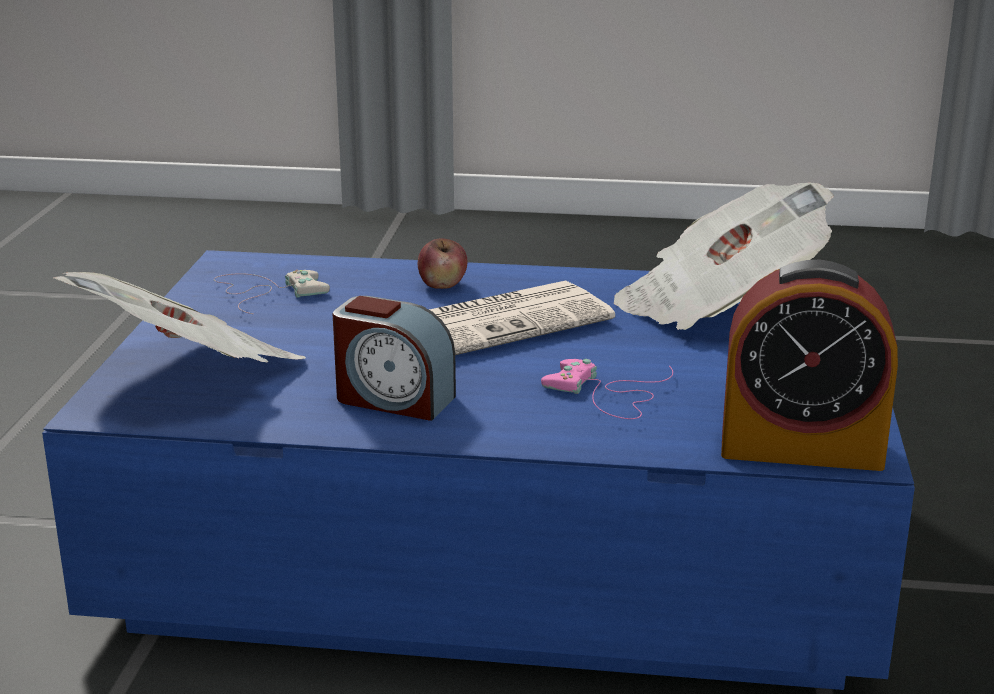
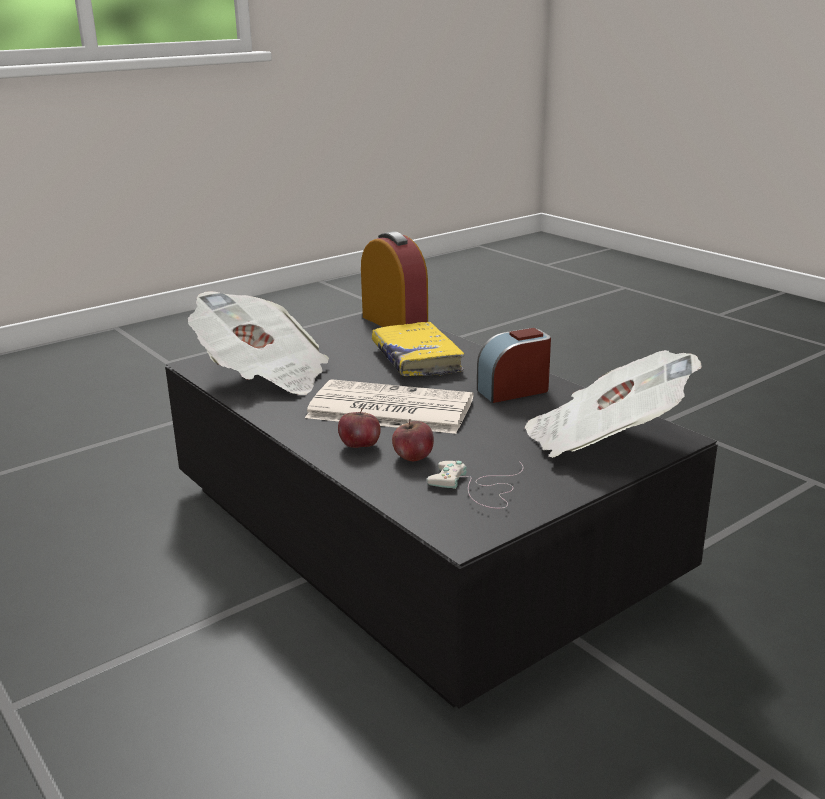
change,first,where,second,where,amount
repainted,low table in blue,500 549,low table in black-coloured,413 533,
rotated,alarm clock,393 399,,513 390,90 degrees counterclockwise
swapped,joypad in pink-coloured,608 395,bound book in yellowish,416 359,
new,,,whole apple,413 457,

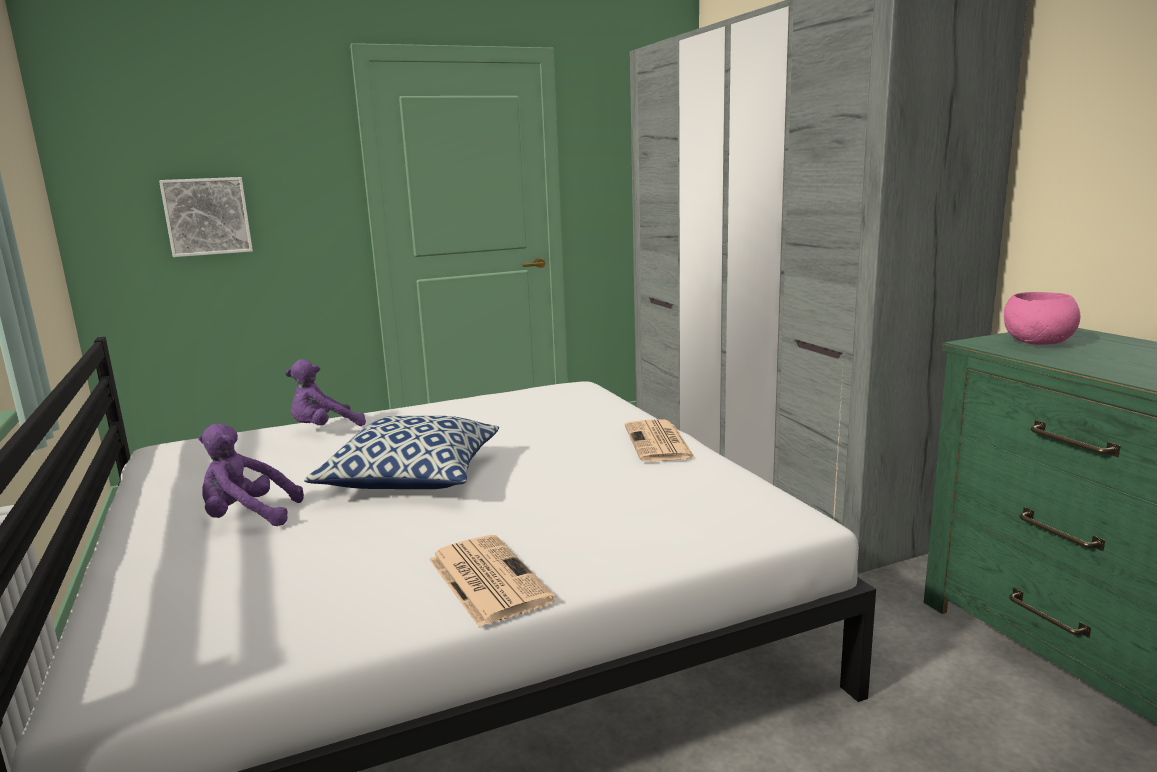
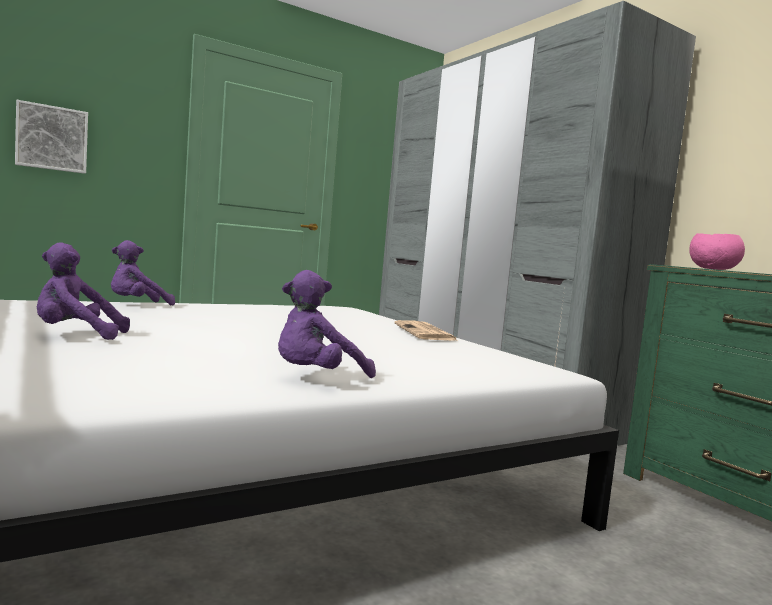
change,first,where,second,where,amount
gone,pillow,412 478,,,
swapped,newspaper,486 579,soft toy in purplish,316 378,

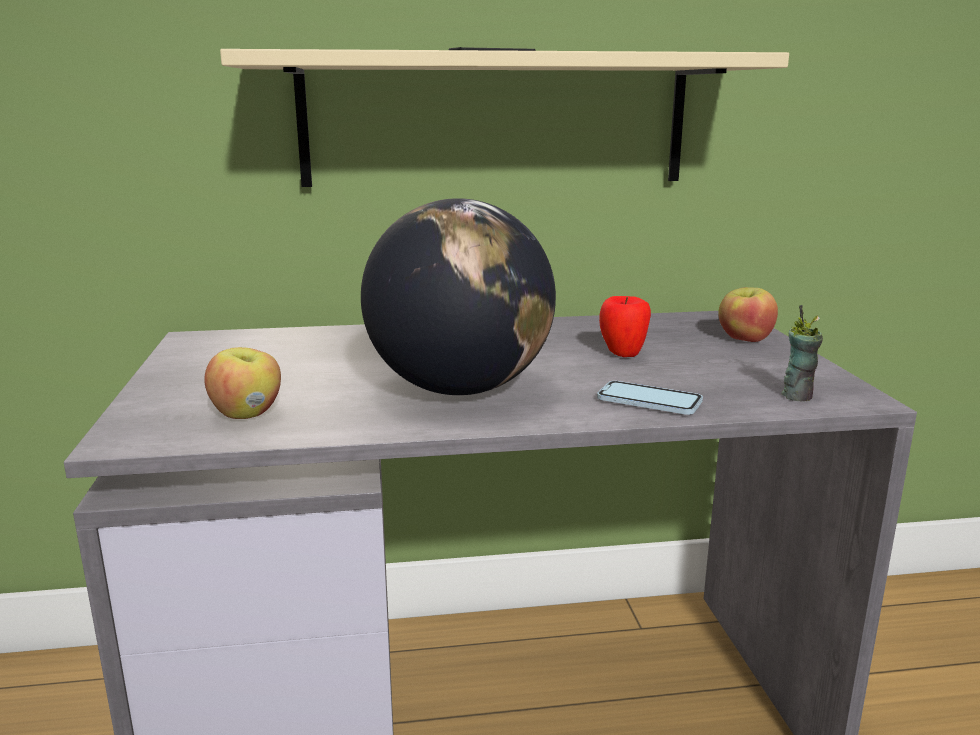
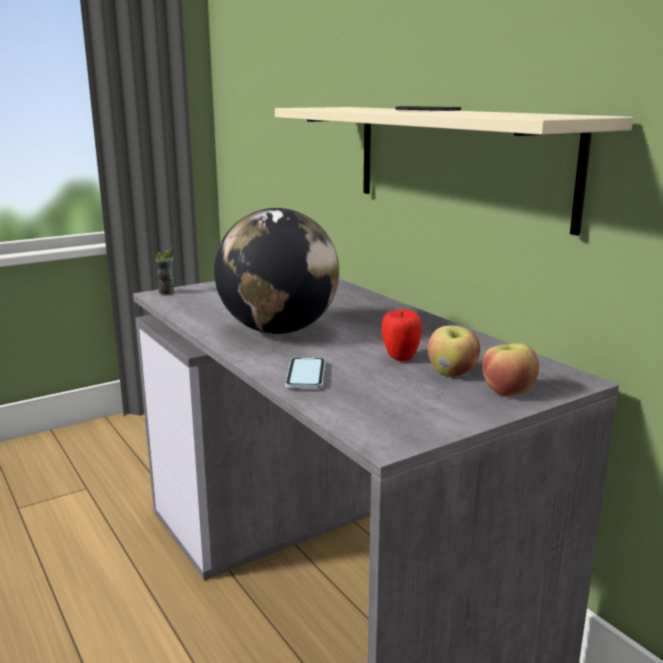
change,first,where,second,where,amount
shifted,whole apple,247 413,,452 373,
shifted,drinking cup,797 396,,167 292,

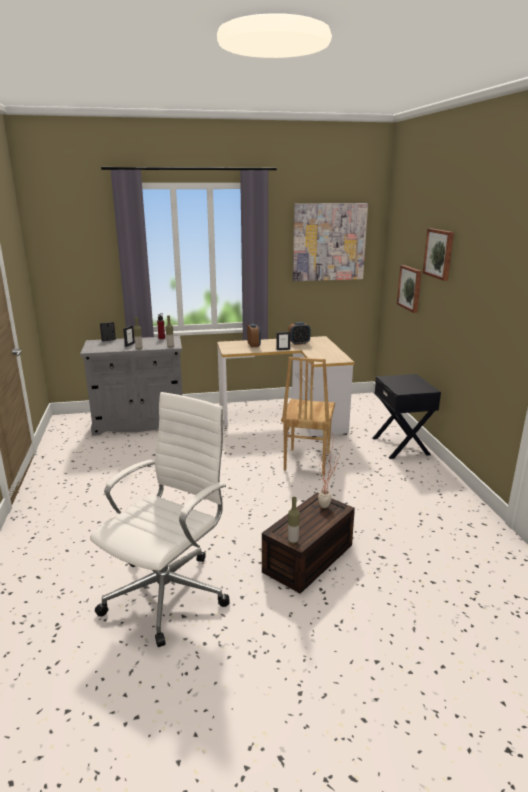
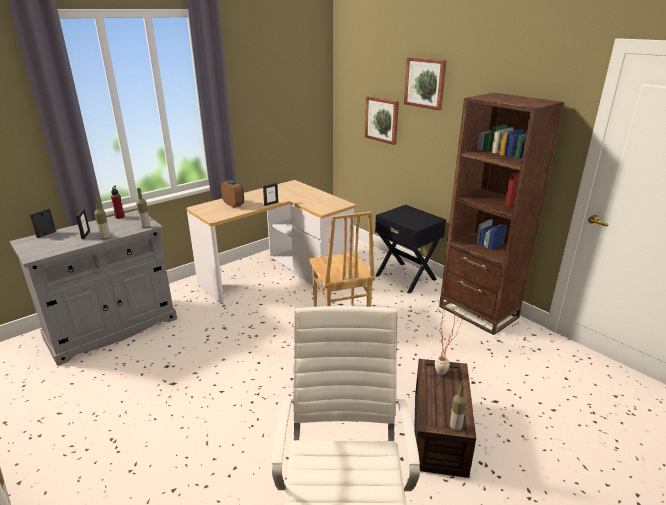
change,first,where,second,where,amount
gone,alarm clock,299 343,,,
gone,picture,329 242,,,
new,,,shelving unit in brown,478 312,

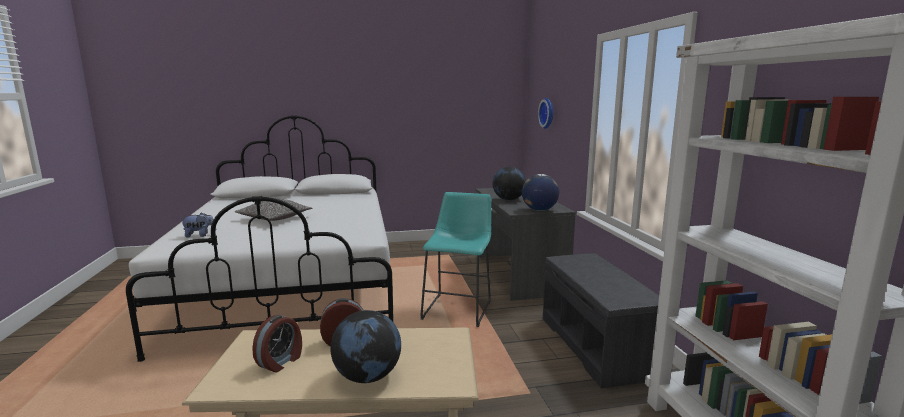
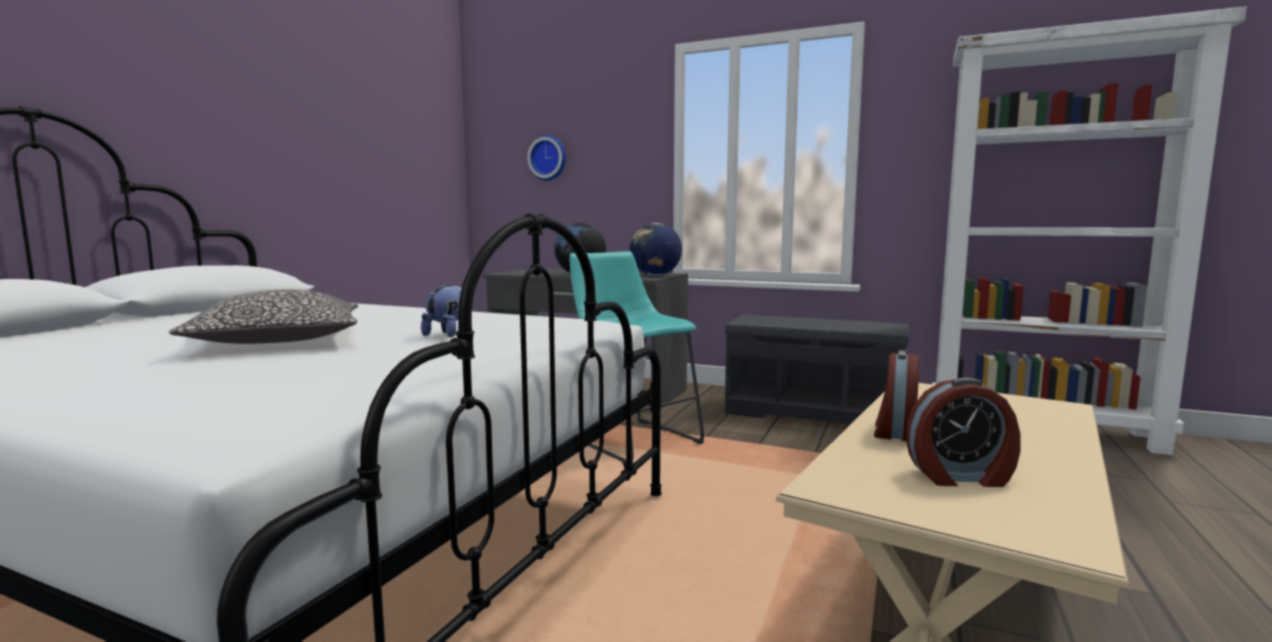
change,first,where,second,where,amount
shifted,soft toy,200 235,,451 334,
rotated,alarm clock,281 362,,960 477,120 degrees clockwise
gone,world globe,368 377,,,

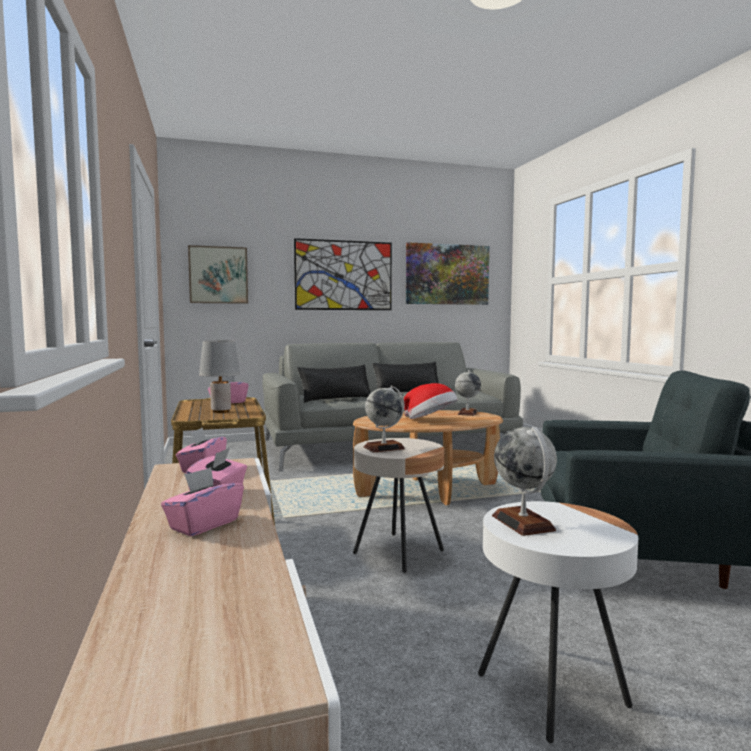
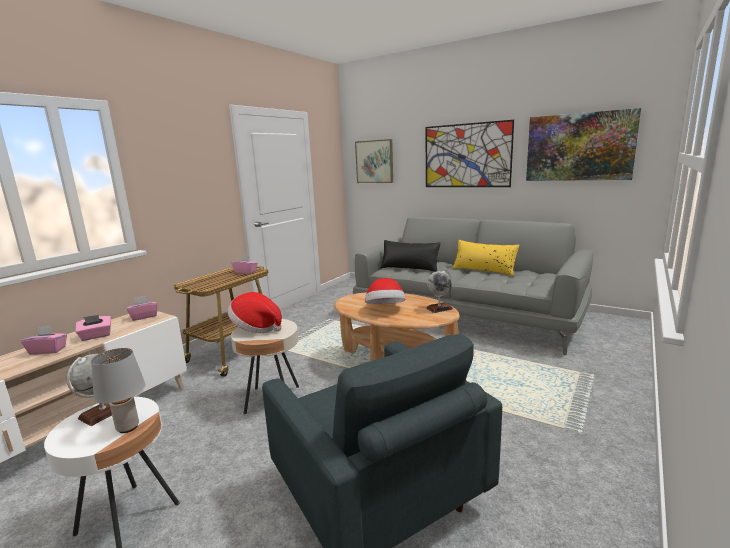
change,first,where,second,where,amount
shifted,tabletop lamp in grey,220 411,,127 427,
swapped,world globe,384 448,wearable hat,256 328,
repainted,pillow in black-coloured,407 392,pillow in yellowish,484 270,

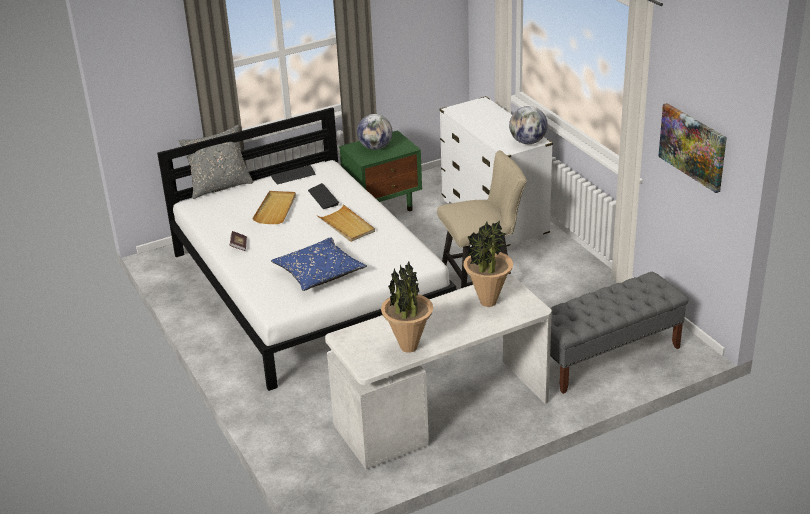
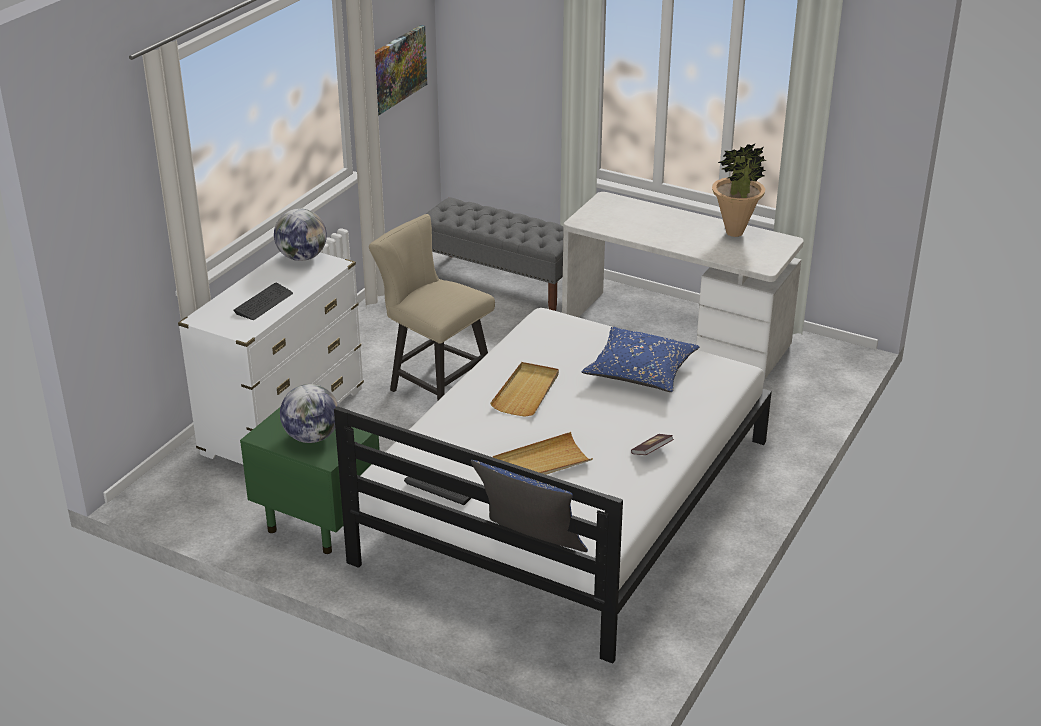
change,first,where,second,where,amount
repainted,pillow in grey,219 187,pillow in blue,529 546,
shifted,computer keyboard,323 197,,264 303,
gone,plant in a pot,488 302,,,

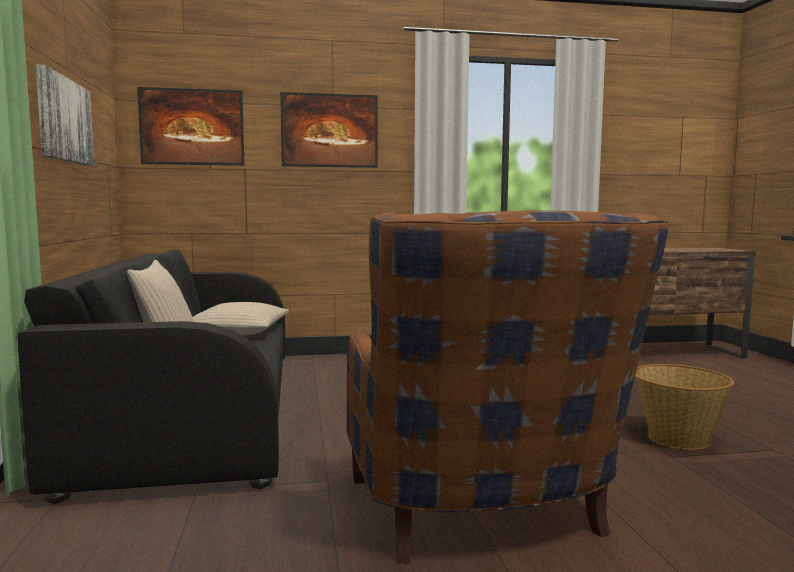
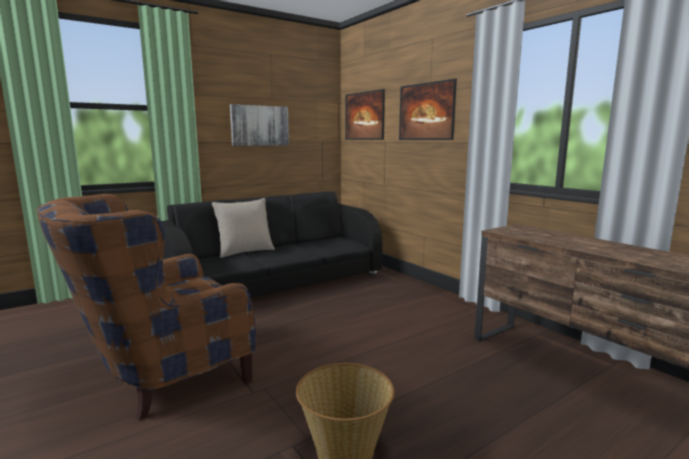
change,first,where,second,where,amount
gone,pillow in beige,237 332,,,

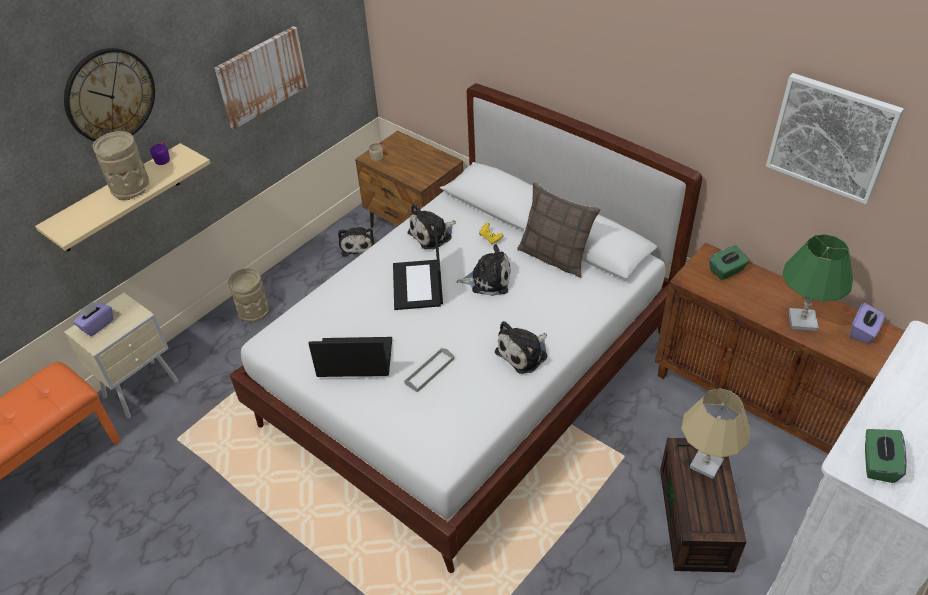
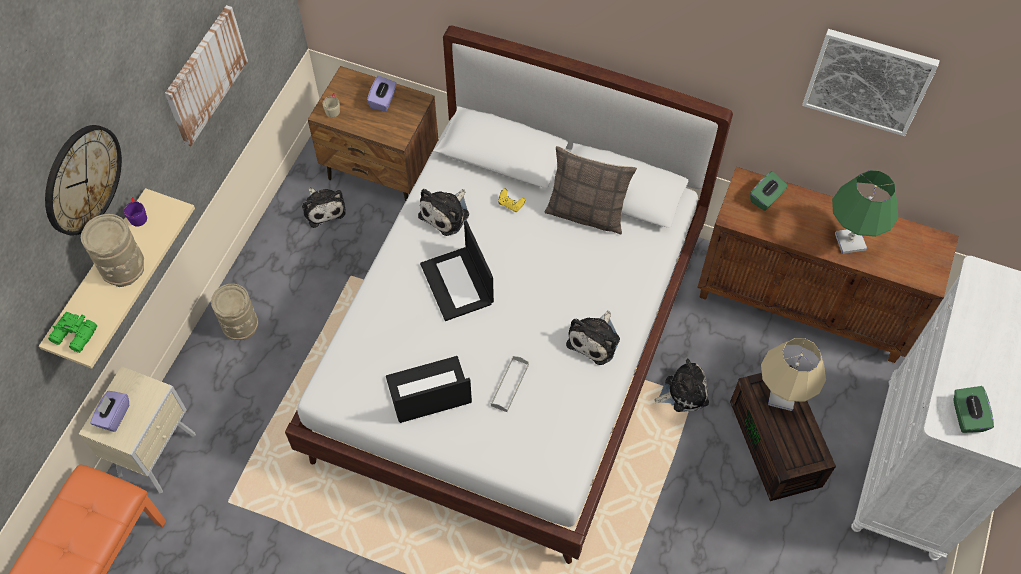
change,first,where,second,where,amount
shifted,soft toy,488 280,,683 392,
shifted,tissue holder in purplish,863 331,,383 101,
new,,,field glasses in green,75 336,

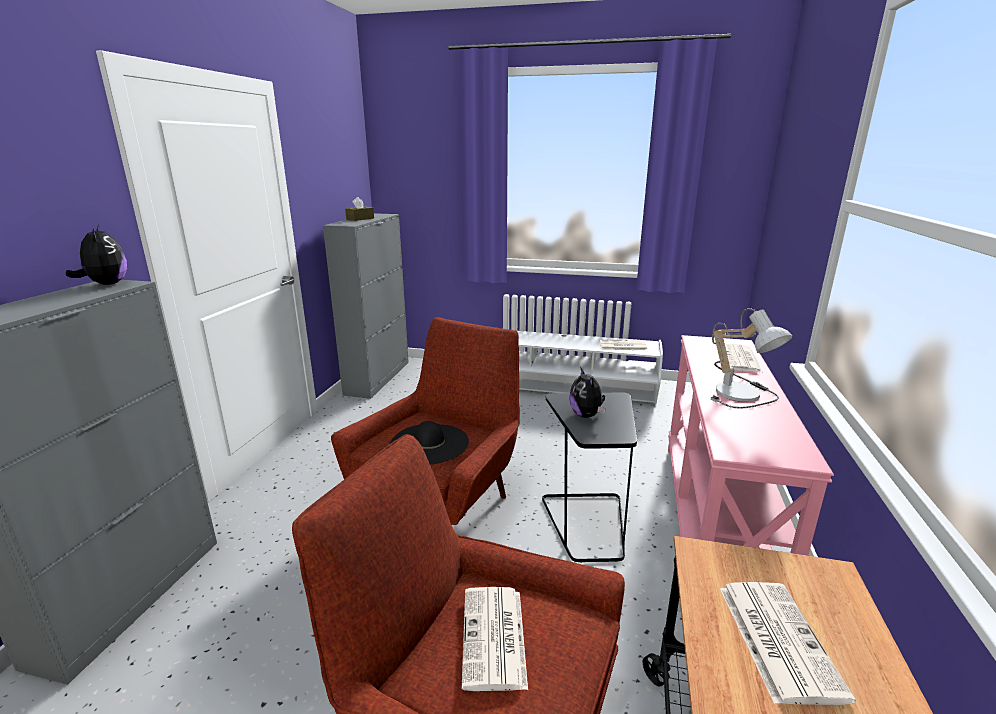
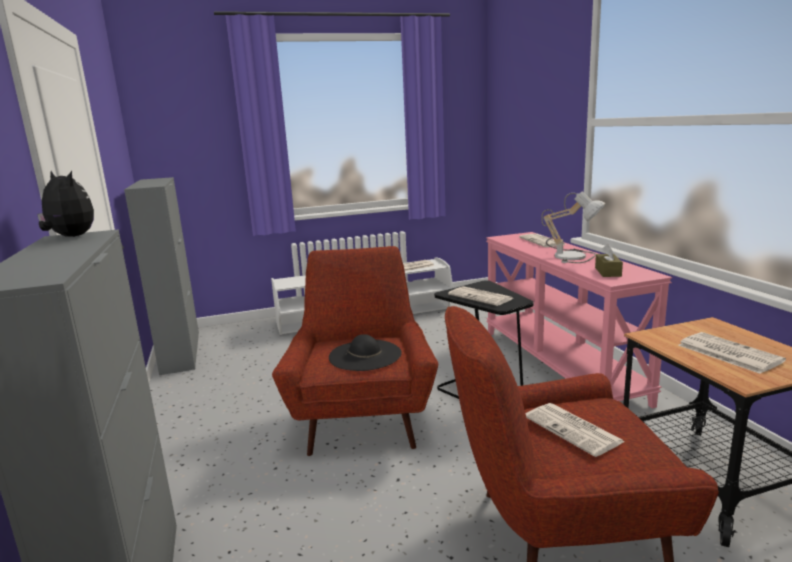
change,first,where,second,where,amount
shifted,tissue holder in brown,360 219,,608 272,
swapped,soft toy,586 415,newspaper,481 297,

